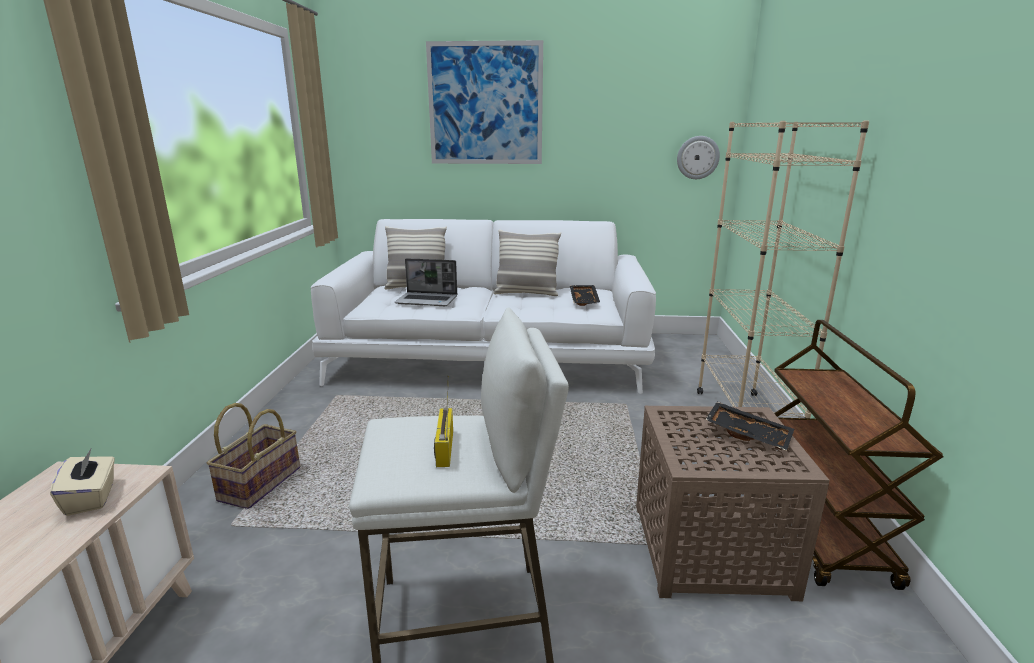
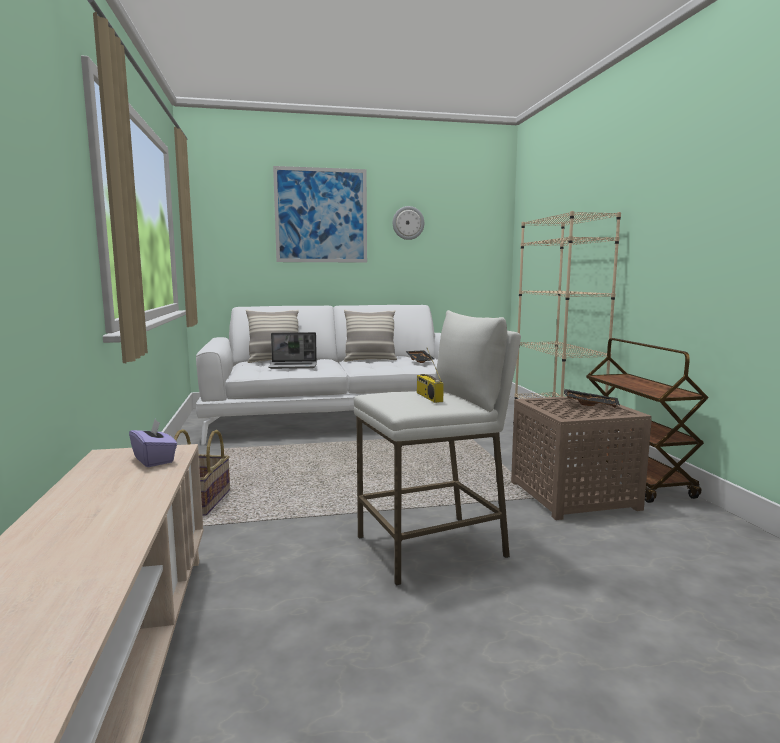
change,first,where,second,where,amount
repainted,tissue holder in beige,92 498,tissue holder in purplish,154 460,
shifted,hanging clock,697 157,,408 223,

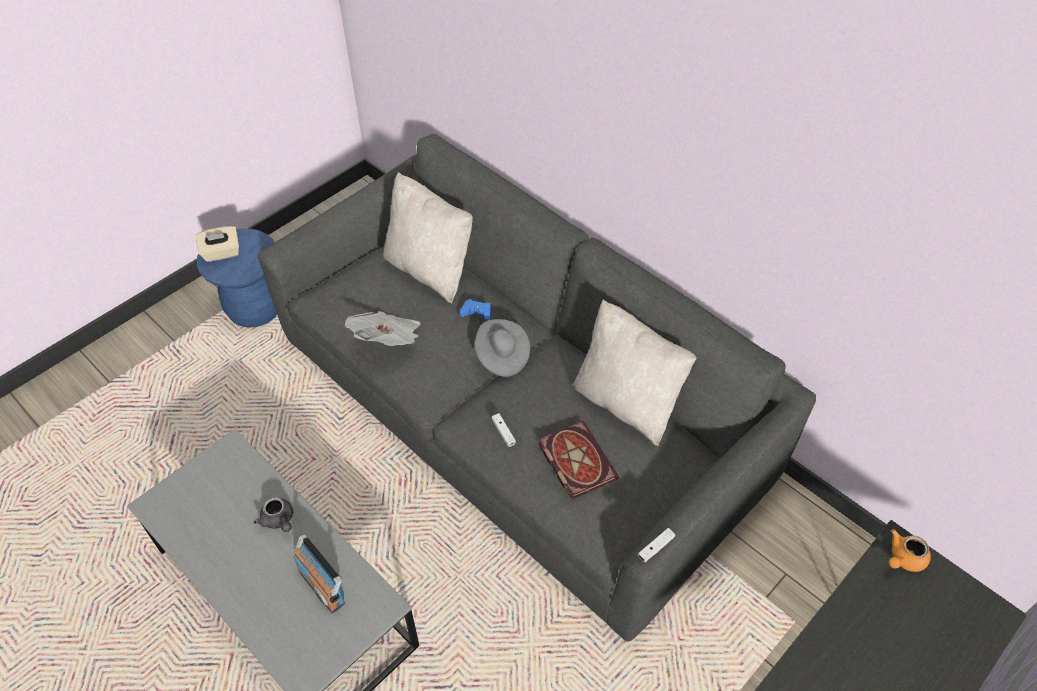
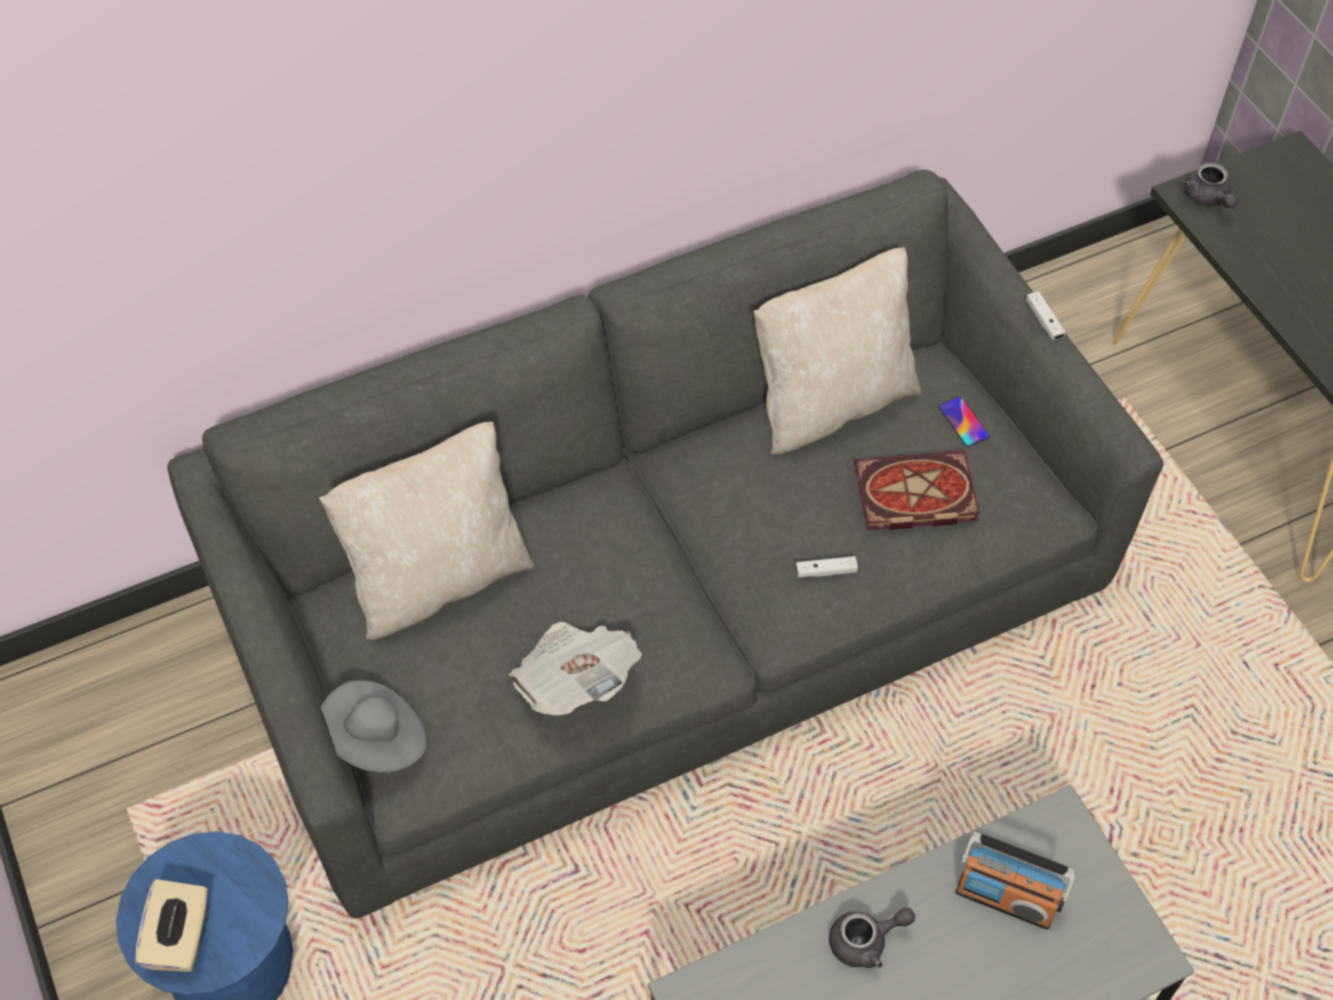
change,first,where,second,where,amount
rotated,radio set,322 586,,1005 899,45 degrees clockwise
gone,joypad in blue,477 313,,,
shifted,wearable hat in grey,502 356,,376 741,
shifted,joypad in white,656 547,,1044 320,
repainted,pot for tea in orange-coloured,903 559,pot for tea in grey,1207 199,
new,,,handset,963 422,

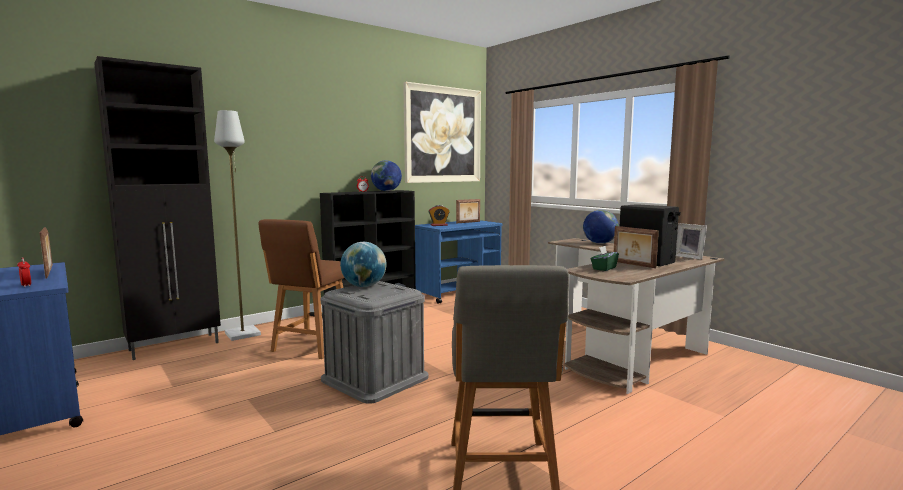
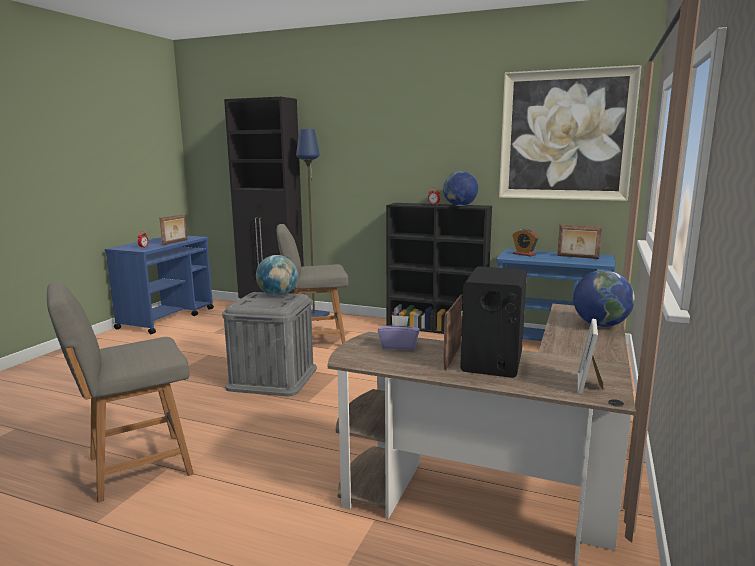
change,first,where,second,where,amount
repainted,standing lamp in grey,243 334,standing lamp in blue,314 316,
repainted,chair in brown,311 346,chair in grey,314 340,
repainted,tissue holder in green,604 268,tissue holder in purplish,399 346,

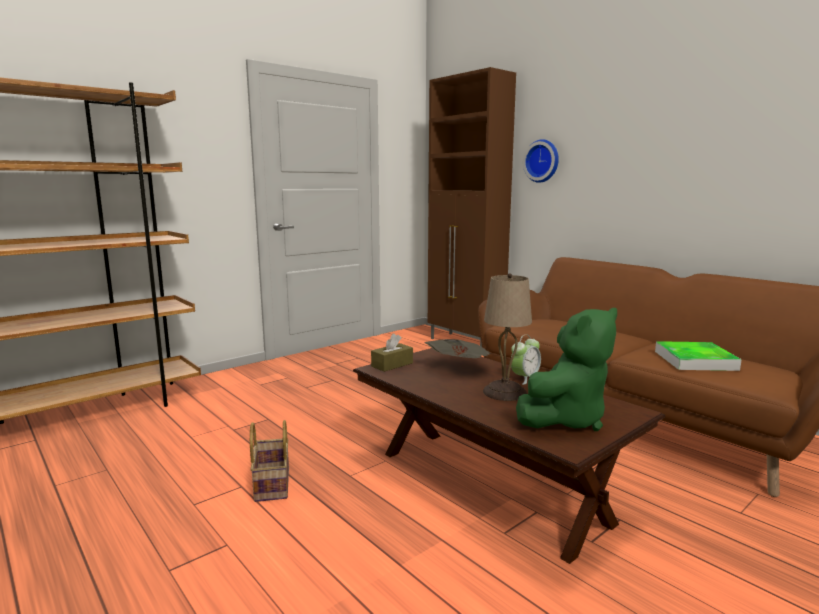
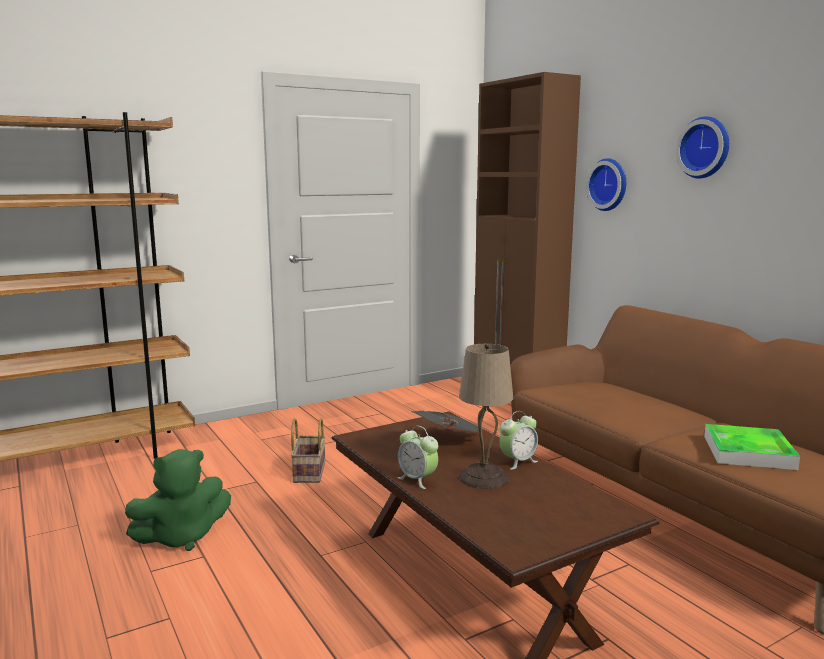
change,first,where,second,where,amount
shifted,basket,271 483,,308 471,
gone,tissue holder in brown,392 365,,,
shifted,soft toy in green,565 419,,182 537,
new,,,alarm clock,417 480,
new,,,hanging clock,705 147,

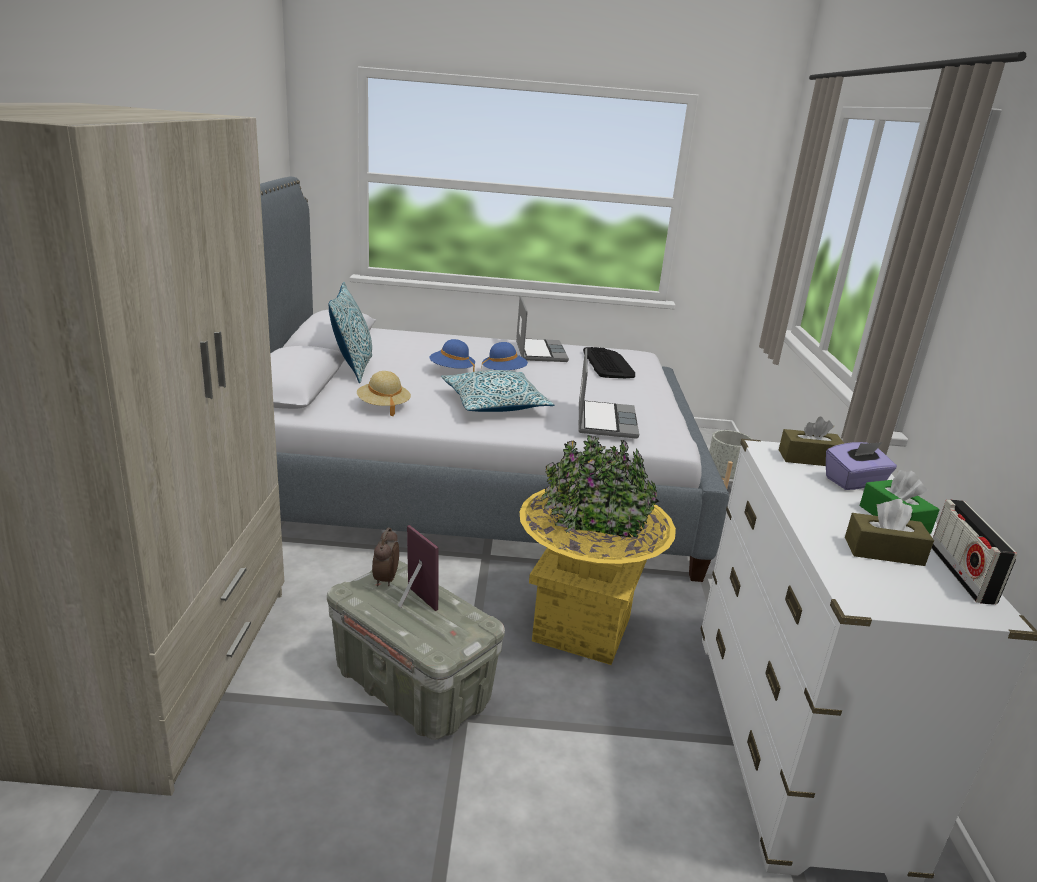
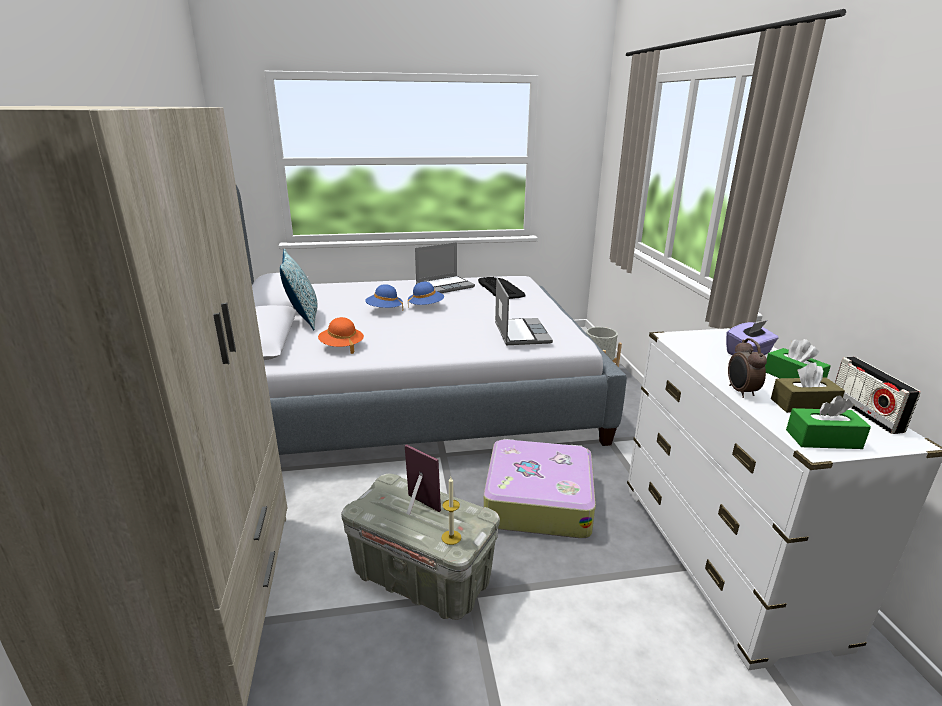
change,first,where,second,where,amount
repainted,wearable hat in beige,383 406,wearable hat in orange-coloured,341 347,
shifted,alarm clock,385 580,,740 392,
gone,pillow,494 404,,,
rotated,laptop,539 352,,445 286,75 degrees clockwise
swapped,plant pot in yellowish,581 629,suitcase,537 500,
gone,tissue holder in brown,808 458,,,
new,,,candle,451 537,
new,,,tissue holder in green,823 439,

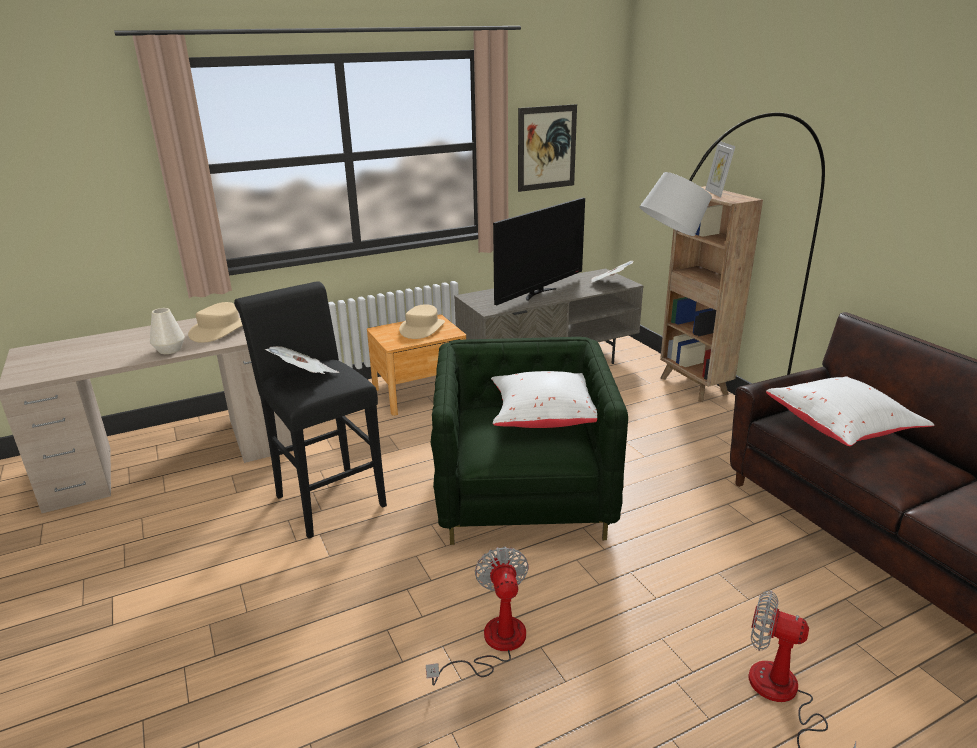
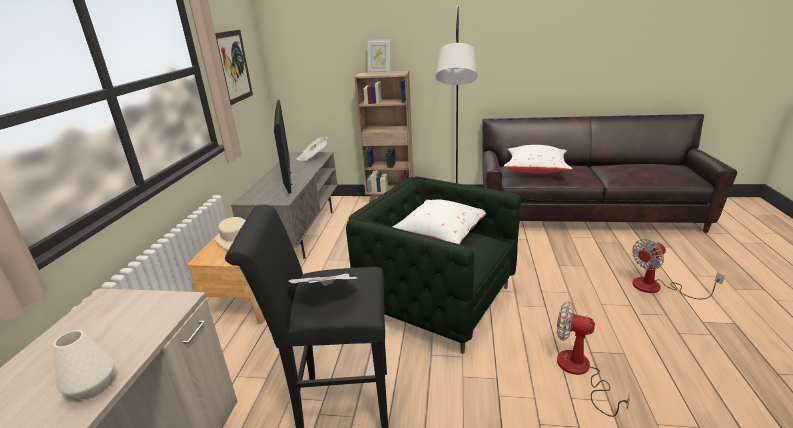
change,first,where,second,where,amount
gone,wearable hat in beige,220 330,,,

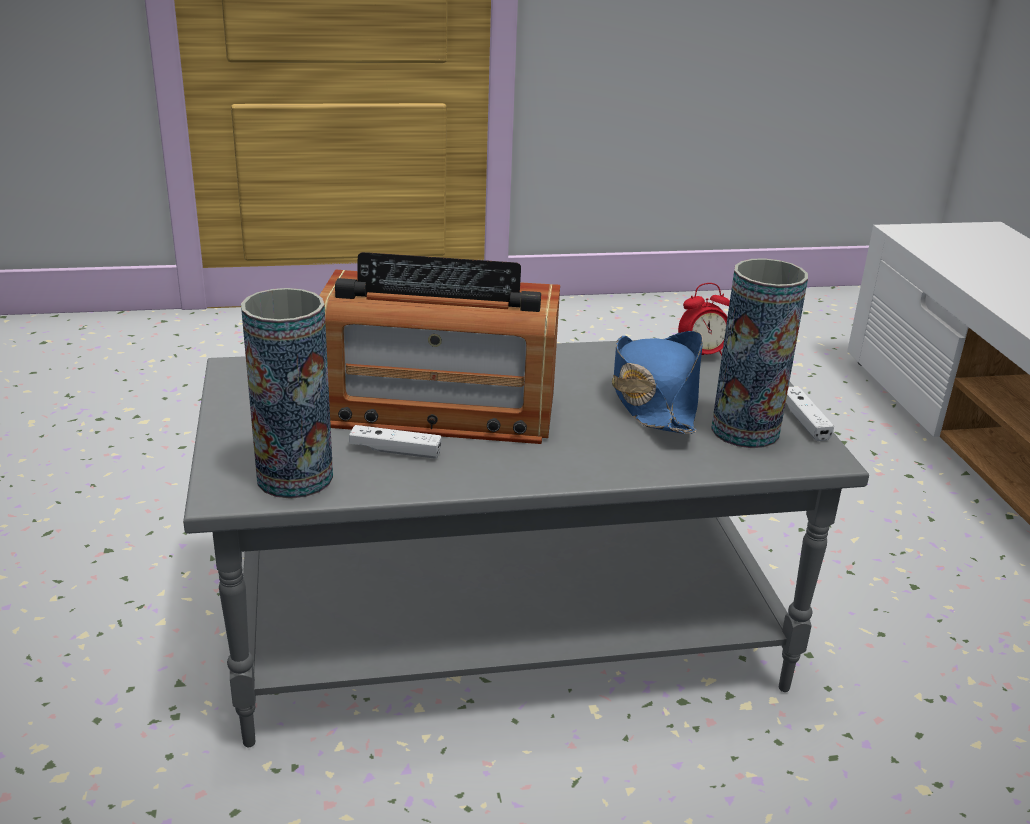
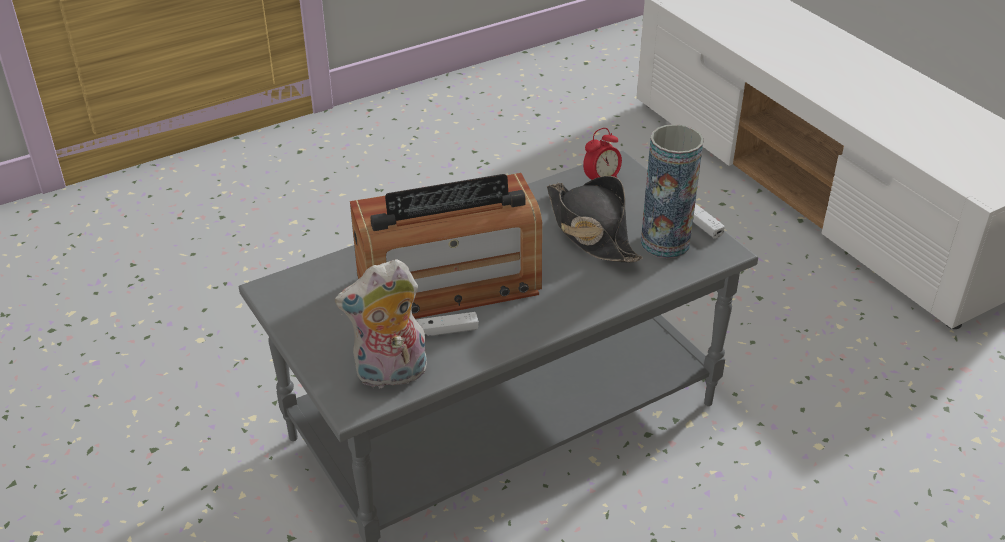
change,first,where,second,where,amount
swapped,decorative vase,294 477,soft toy,390 375,
repainted,wearable hat in blue,654 398,wearable hat in black-coloured,590 231,

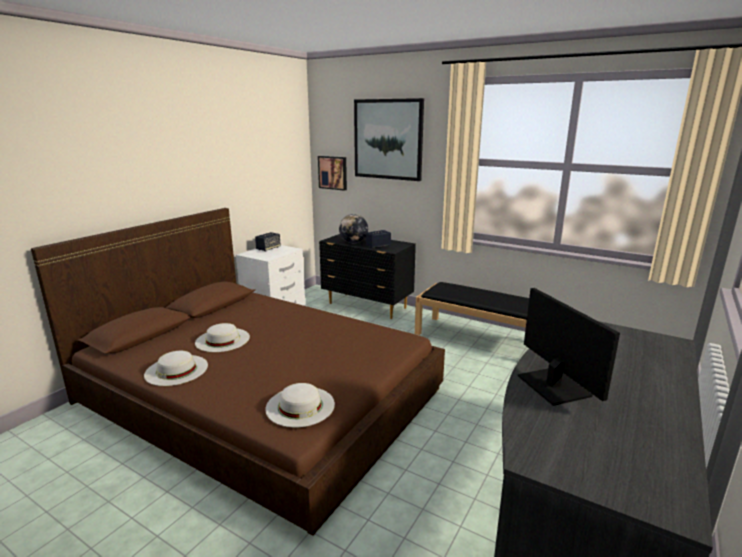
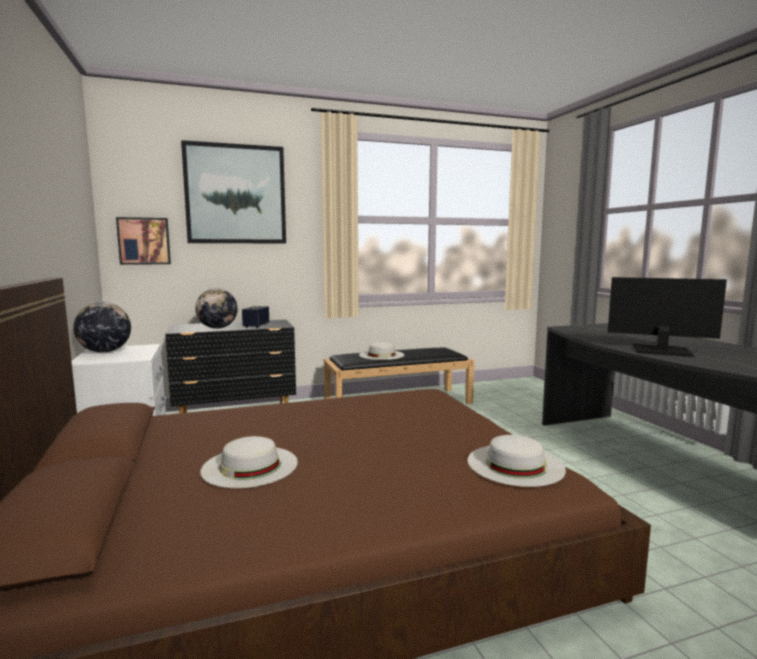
change,first,where,second,where,amount
shifted,wearable hat in white,176 370,,381 355,
swapped,speaker,268 248,world globe,105 352,

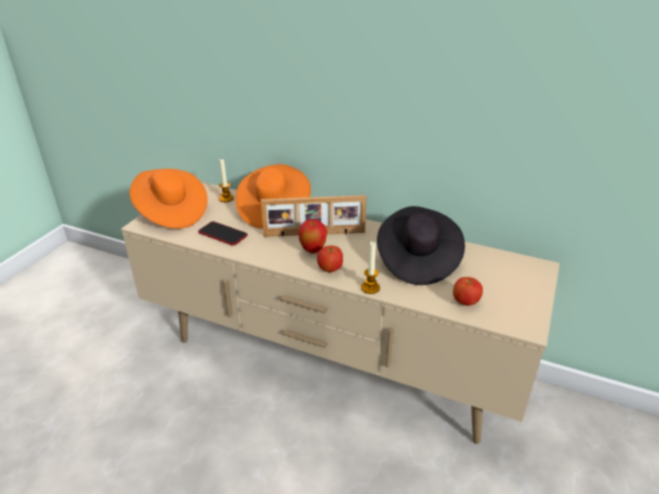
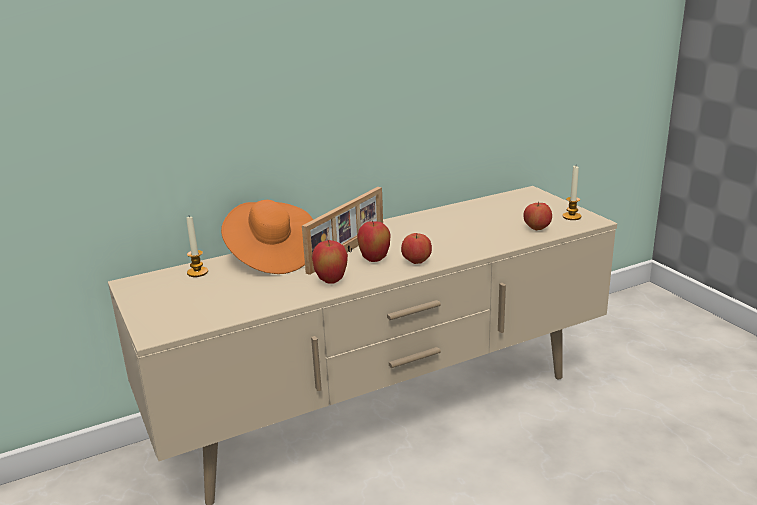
change,first,where,second,where,amount
gone,wearable hat in orange-coloured,171 213,,,
gone,handset,223 234,,,
shifted,candle,370 288,,571 217,
gone,wearable hat in black-coloured,417 261,,,
new,,,whole apple,331 281,

